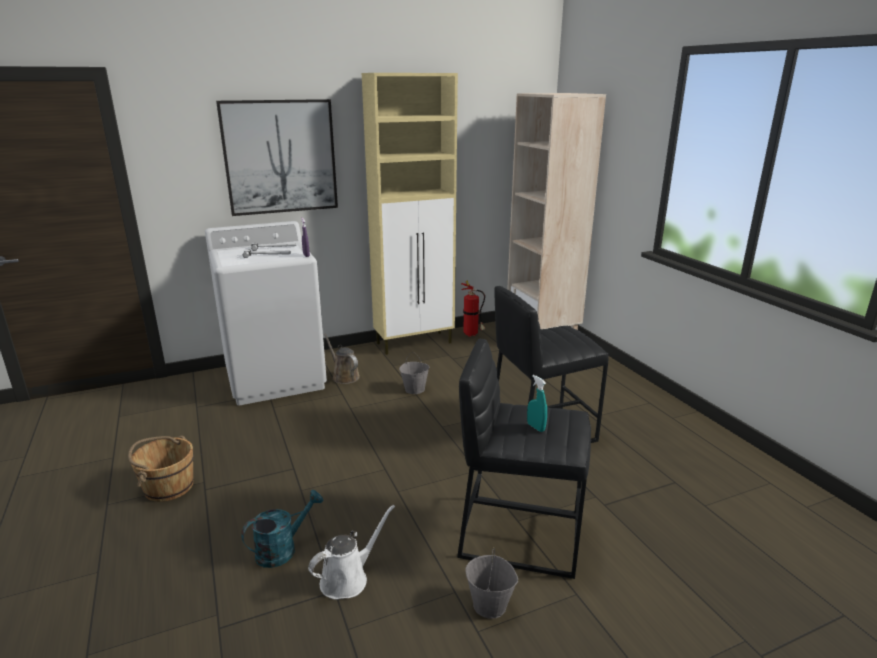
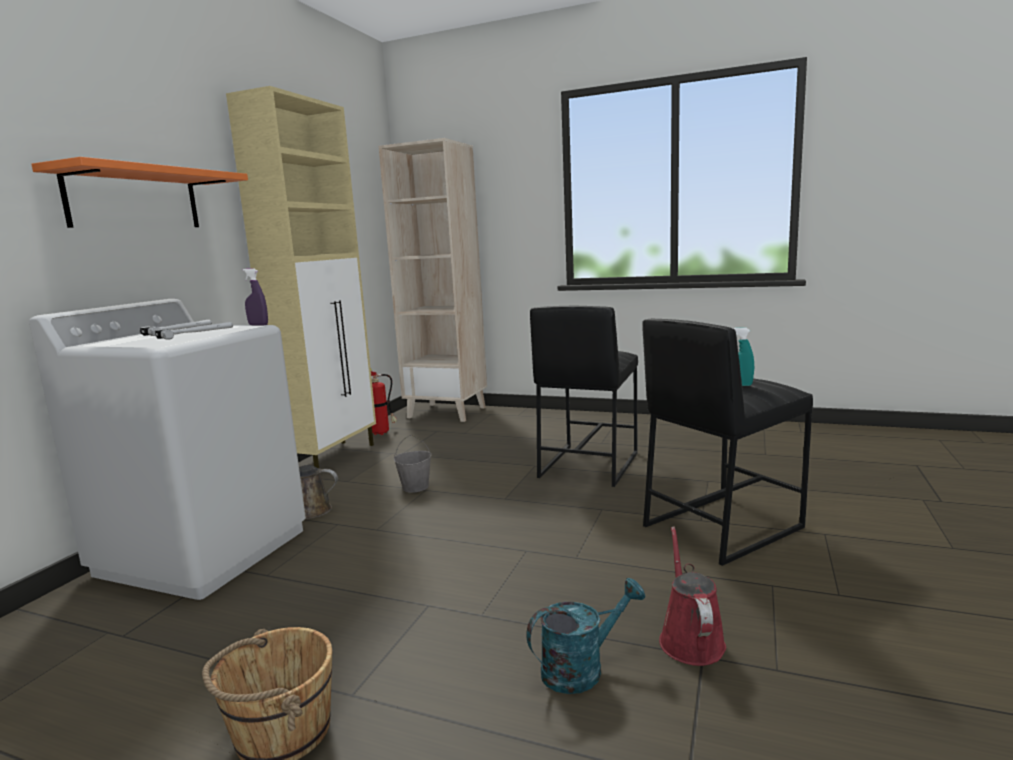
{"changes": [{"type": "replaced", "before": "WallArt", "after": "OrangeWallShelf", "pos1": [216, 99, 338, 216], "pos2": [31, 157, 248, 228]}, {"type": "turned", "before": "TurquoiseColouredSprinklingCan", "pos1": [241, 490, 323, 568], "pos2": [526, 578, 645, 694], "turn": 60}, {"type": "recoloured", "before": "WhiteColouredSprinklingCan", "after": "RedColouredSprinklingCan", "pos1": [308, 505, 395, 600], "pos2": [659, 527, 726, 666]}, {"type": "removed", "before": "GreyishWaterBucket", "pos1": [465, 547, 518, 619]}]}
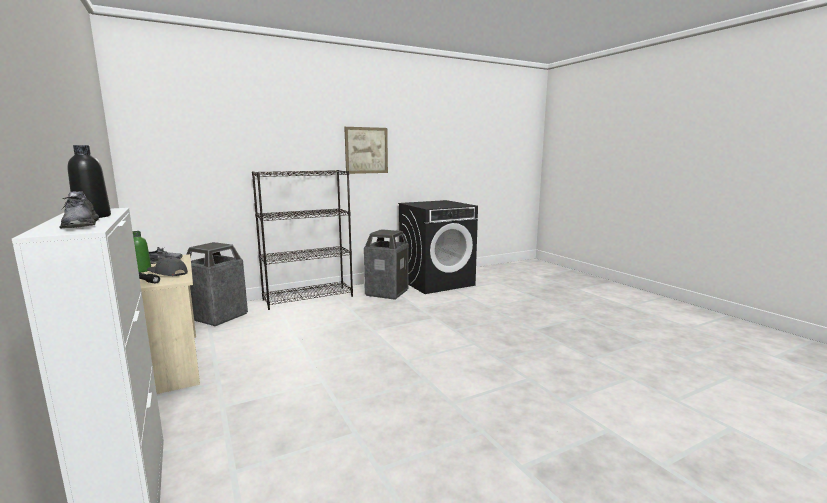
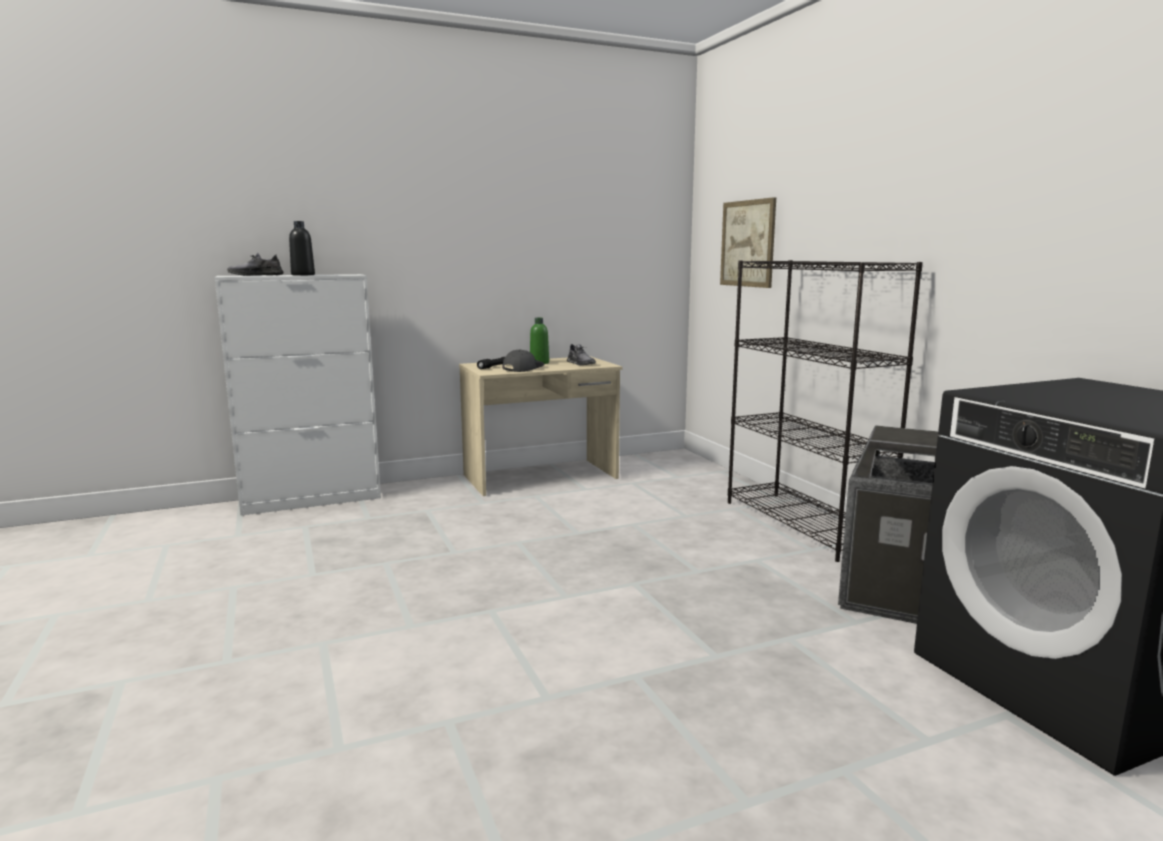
{"changes": [{"type": "removed", "before": "TrashCan", "pos1": [186, 242, 248, 326]}, {"type": "moved", "before": "WallArt", "pos1": [344, 127, 388, 174], "pos2": [720, 197, 776, 288]}]}
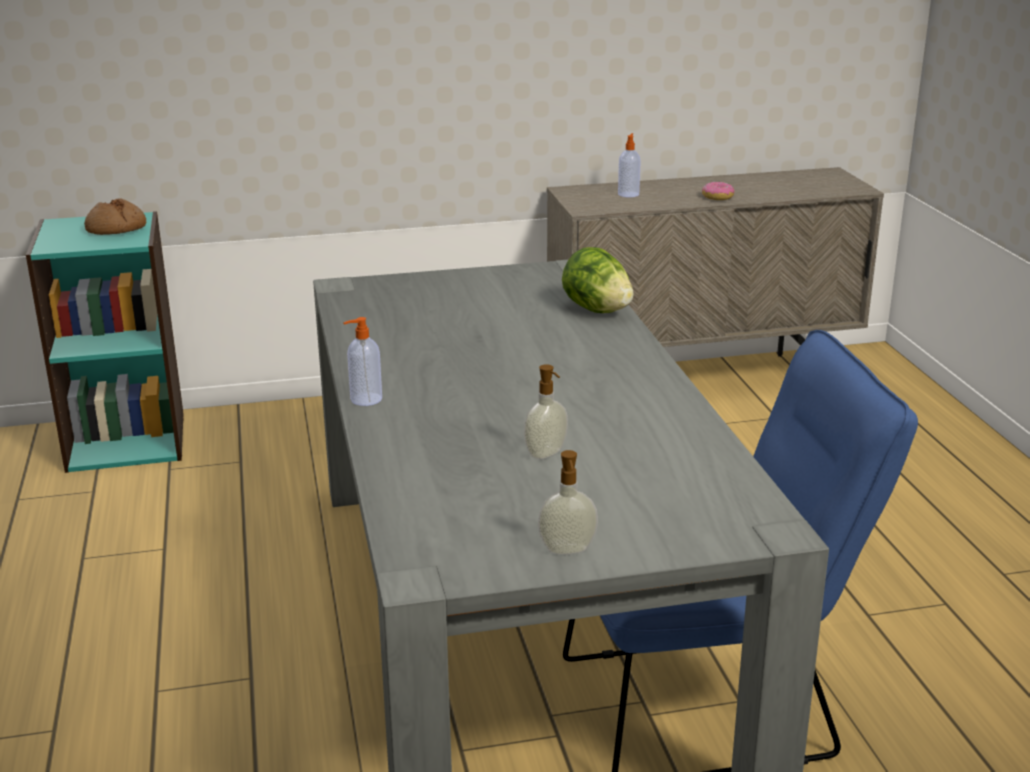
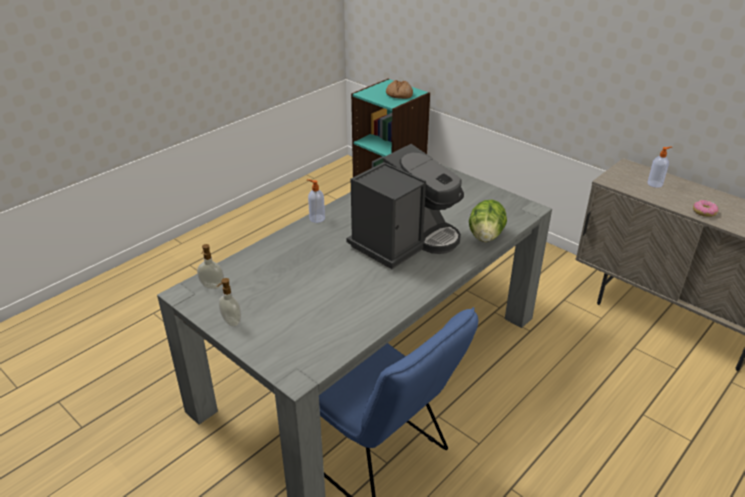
{"changes": [{"type": "moved", "before": "SoapDispenser", "pos1": [524, 364, 568, 459], "pos2": [197, 244, 224, 289]}, {"type": "added", "after": "CoffeeMaker", "pos2": [347, 144, 464, 269]}]}
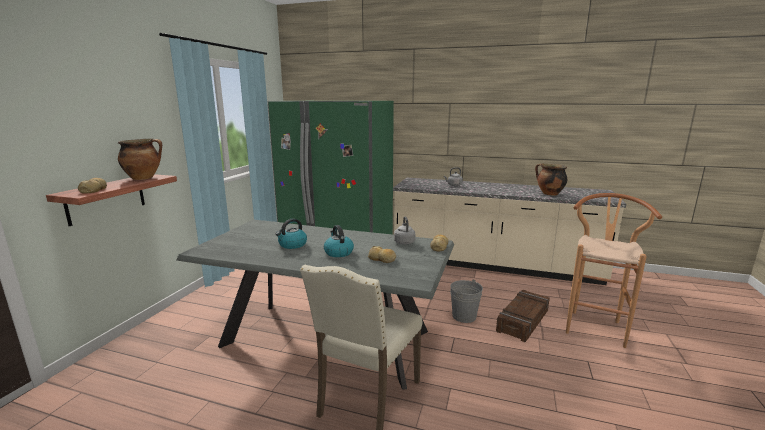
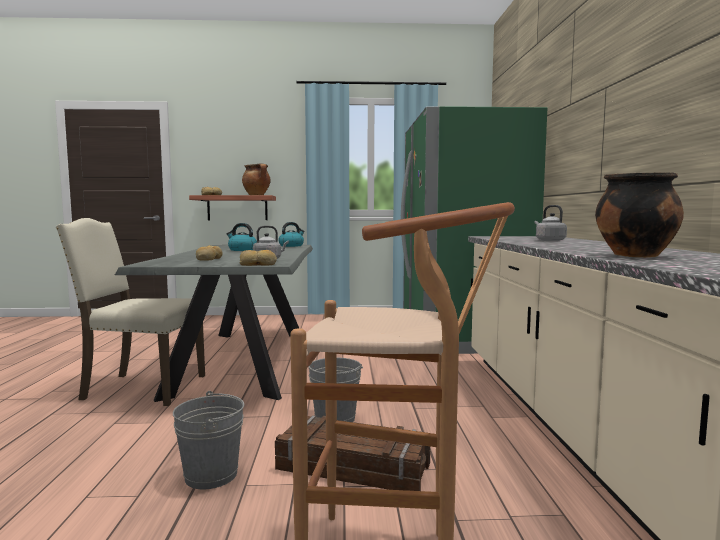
{"changes": [{"type": "moved", "before": "TeaKettle", "pos1": [324, 225, 354, 257], "pos2": [278, 222, 304, 247]}, {"type": "added", "after": "GreyishWaterBucket", "pos2": [173, 391, 244, 489]}]}
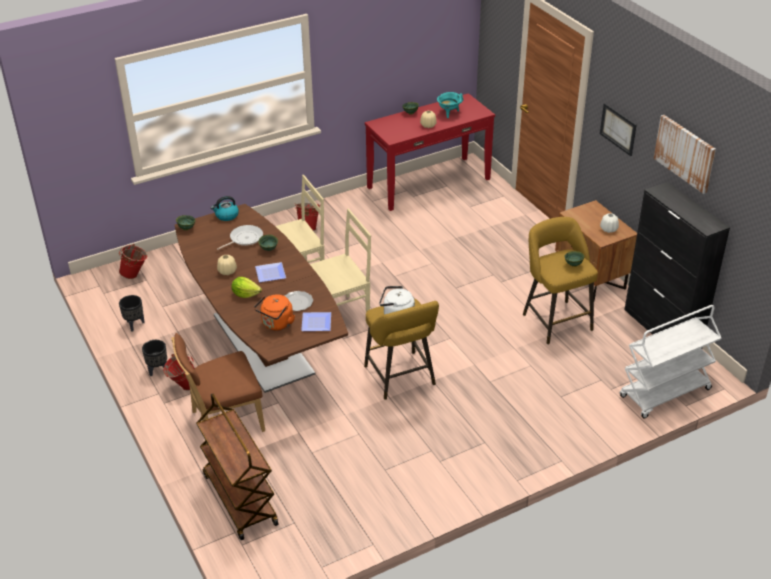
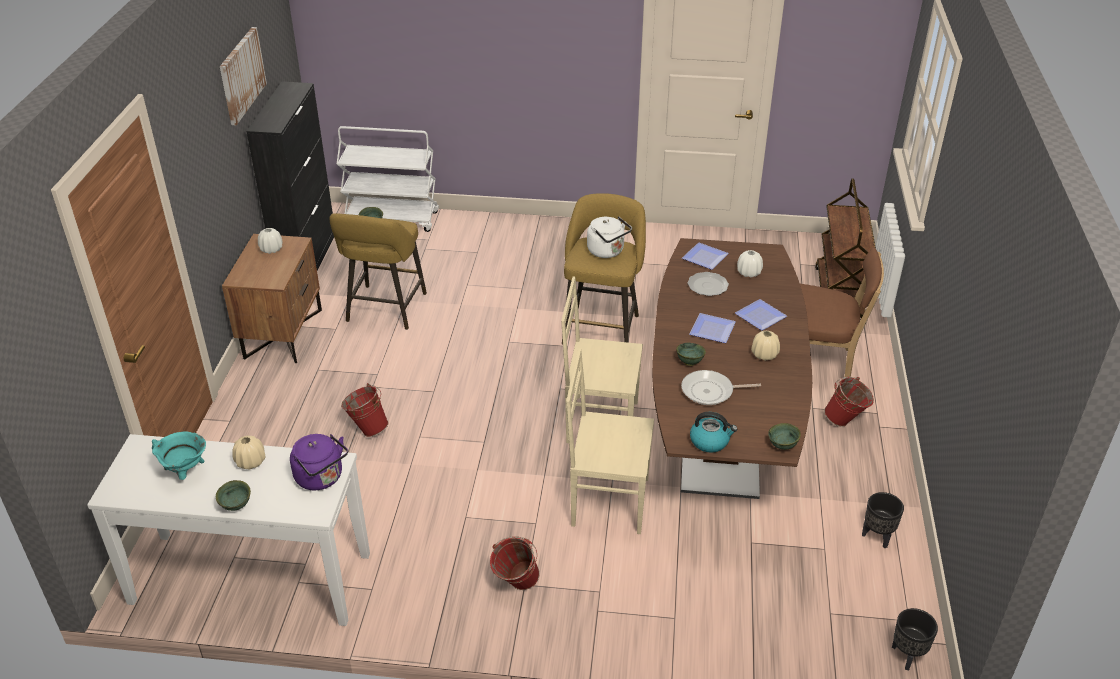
{"changes": [{"type": "moved", "before": "RedColouredWaterBucket", "pos1": [119, 244, 147, 279], "pos2": [341, 383, 389, 437]}, {"type": "moved", "before": "BlackColouredPlanter", "pos1": [142, 340, 167, 376], "pos2": [892, 608, 938, 670]}, {"type": "replaced", "before": "LettuceHead", "after": "FlatDish", "pos1": [231, 277, 262, 298], "pos2": [735, 299, 787, 331]}, {"type": "replaced", "before": "OrangeTeaKettle", "after": "WhiteColouredVase", "pos1": [254, 294, 295, 330], "pos2": [737, 250, 763, 278]}, {"type": "recoloured", "before": "RedColouredNarrowTable", "after": "WhiteColouredNarrowTable", "pos1": [365, 93, 495, 211], "pos2": [87, 434, 370, 626]}, {"type": "removed", "before": "WallArt", "pos1": [600, 103, 637, 156]}, {"type": "added", "after": "PurpleTeaKettle", "pos2": [290, 434, 348, 490]}]}
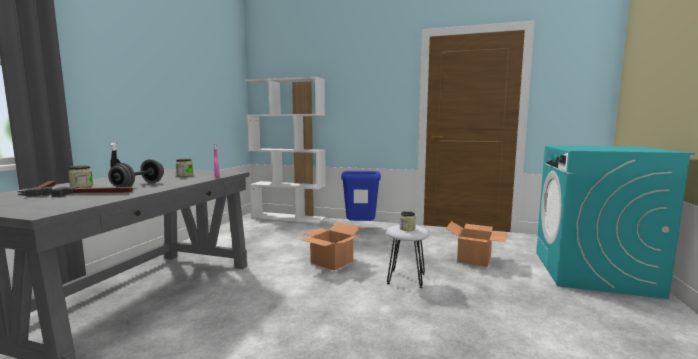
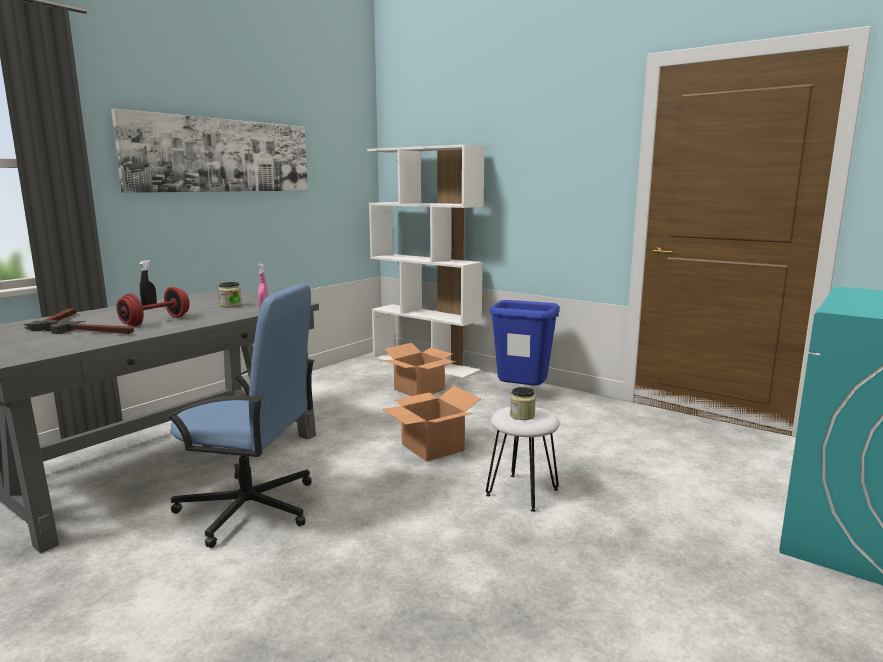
{"changes": [{"type": "removed", "before": "Jar", "pos1": [68, 166, 93, 188]}, {"type": "recoloured", "before": "GreyishFreeWeight", "after": "RedColouredFreeWeight", "pos1": [108, 159, 164, 187], "pos2": [116, 287, 190, 326]}, {"type": "moved", "before": "PackingBox", "pos1": [446, 221, 507, 267], "pos2": [384, 343, 457, 396]}, {"type": "added", "after": "WallArt", "pos2": [111, 109, 308, 193]}, {"type": "added", "after": "BluishDeskChair", "pos2": [166, 284, 315, 548]}]}
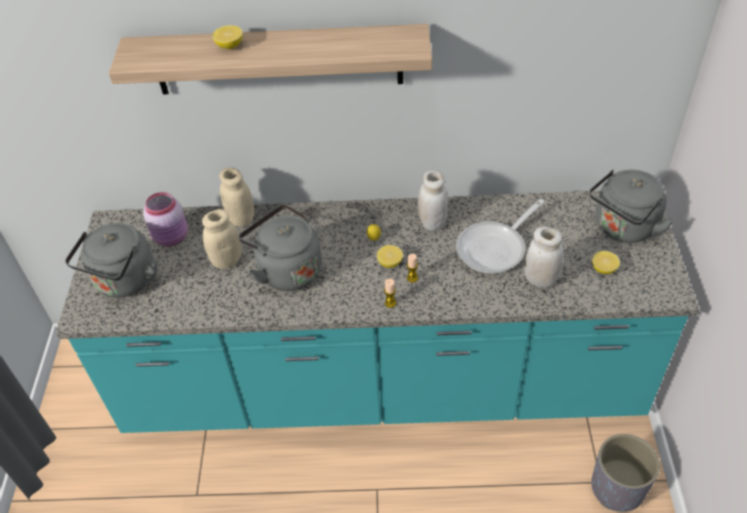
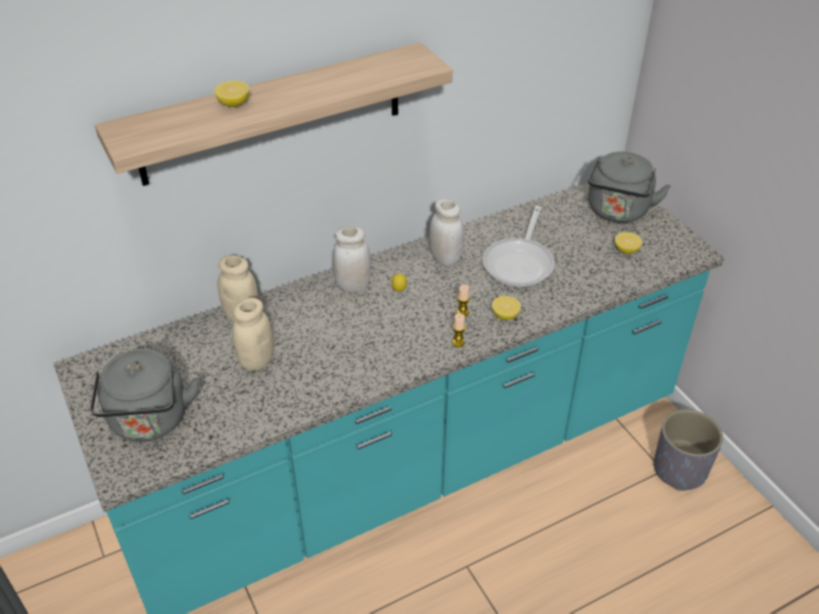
{"changes": [{"type": "removed", "before": "PinkColouredJar", "pos1": [143, 192, 188, 246]}, {"type": "removed", "before": "GreyishTeaKettle", "pos1": [239, 204, 322, 291]}, {"type": "moved", "before": "WholeLemon", "pos1": [377, 245, 403, 268], "pos2": [492, 296, 521, 320]}, {"type": "moved", "before": "WhiteColouredJar", "pos1": [524, 227, 564, 288], "pos2": [333, 226, 371, 293]}]}
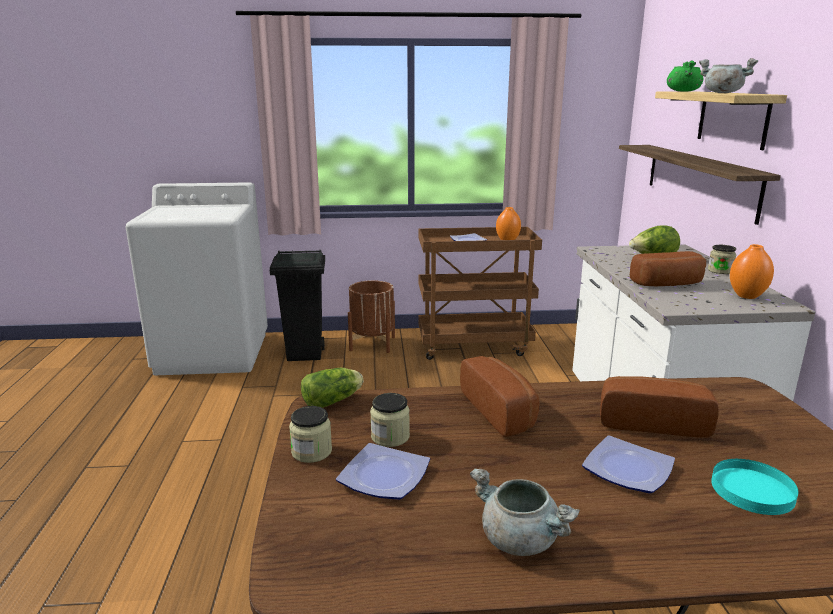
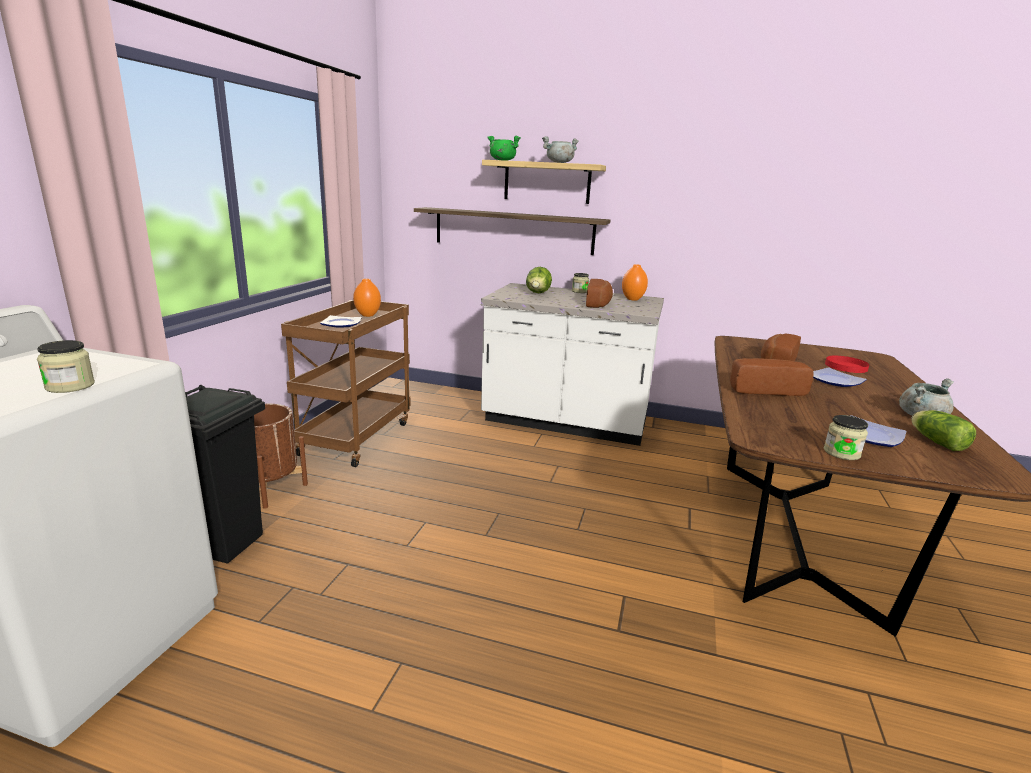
{"changes": [{"type": "moved", "before": "LettuceHead", "pos1": [301, 368, 363, 408], "pos2": [911, 410, 976, 451]}, {"type": "moved", "before": "Jar", "pos1": [370, 393, 410, 447], "pos2": [37, 340, 95, 393]}, {"type": "recoloured", "before": "TurquoiseColouredFlatDish", "after": "RedColouredFlatDish", "pos1": [711, 459, 799, 515], "pos2": [825, 356, 869, 373]}]}
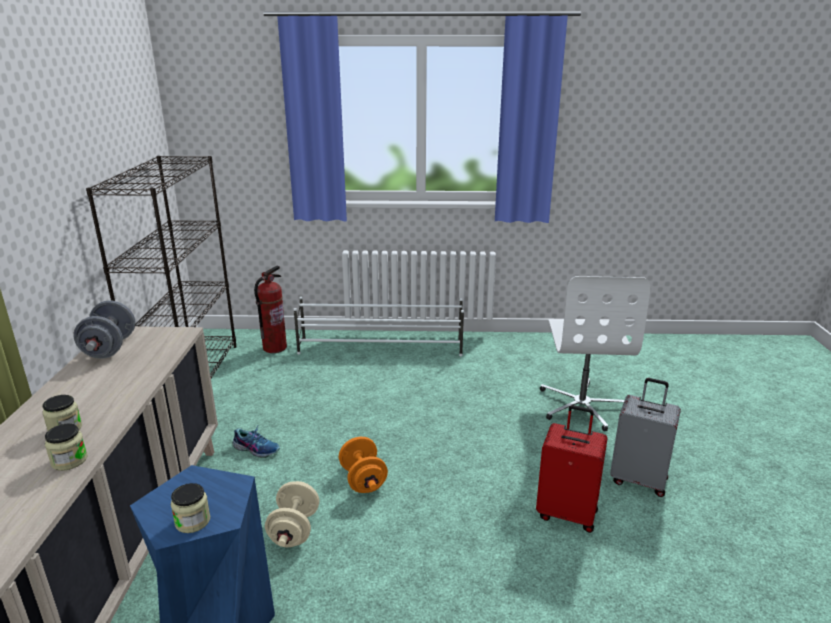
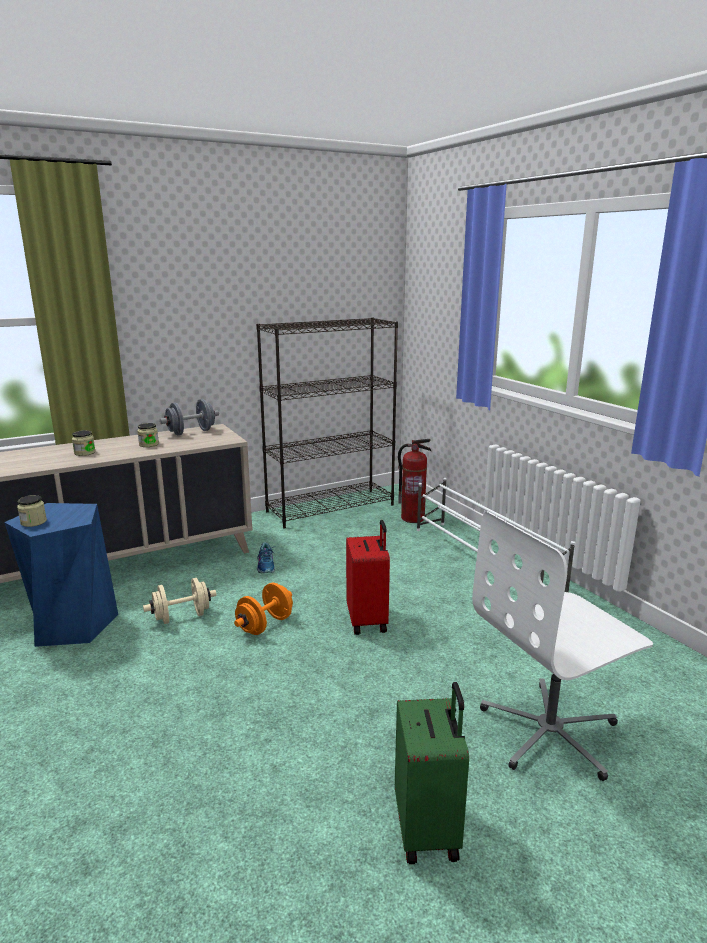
{"changes": [{"type": "moved", "before": "Jar", "pos1": [45, 423, 87, 471], "pos2": [137, 423, 159, 447]}, {"type": "moved", "before": "RedColouredSuitcase", "pos1": [536, 405, 608, 533], "pos2": [346, 520, 390, 635]}, {"type": "recoloured", "before": "GreyishSuitcase", "after": "GreenSuitcase", "pos1": [610, 378, 681, 497], "pos2": [395, 682, 469, 864]}]}
